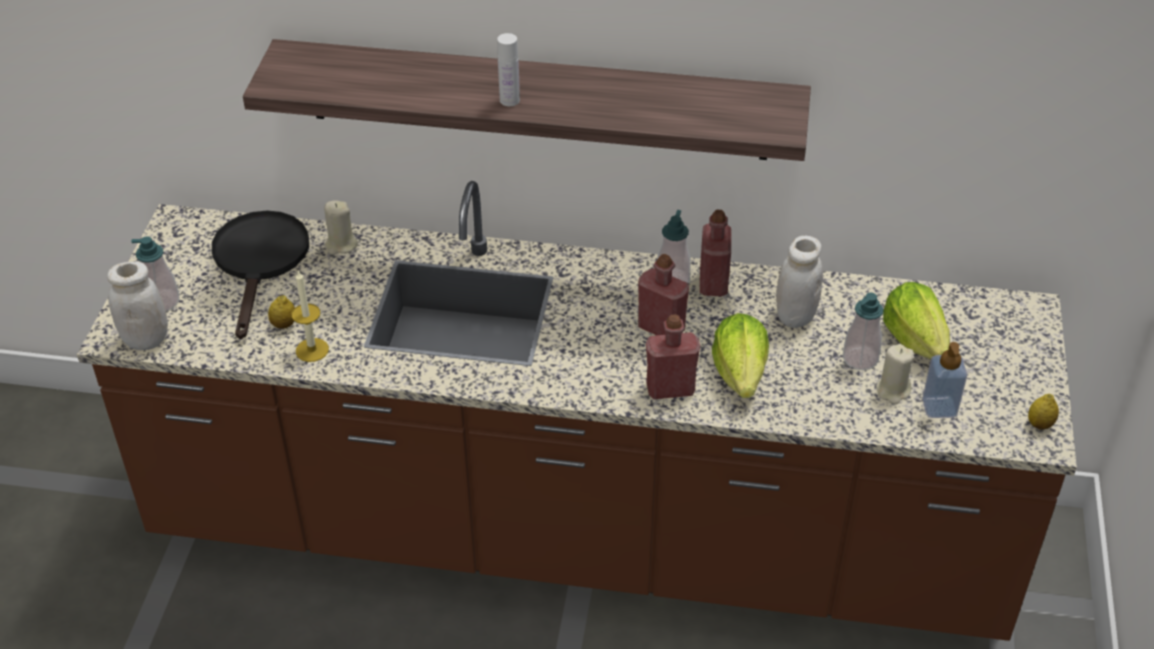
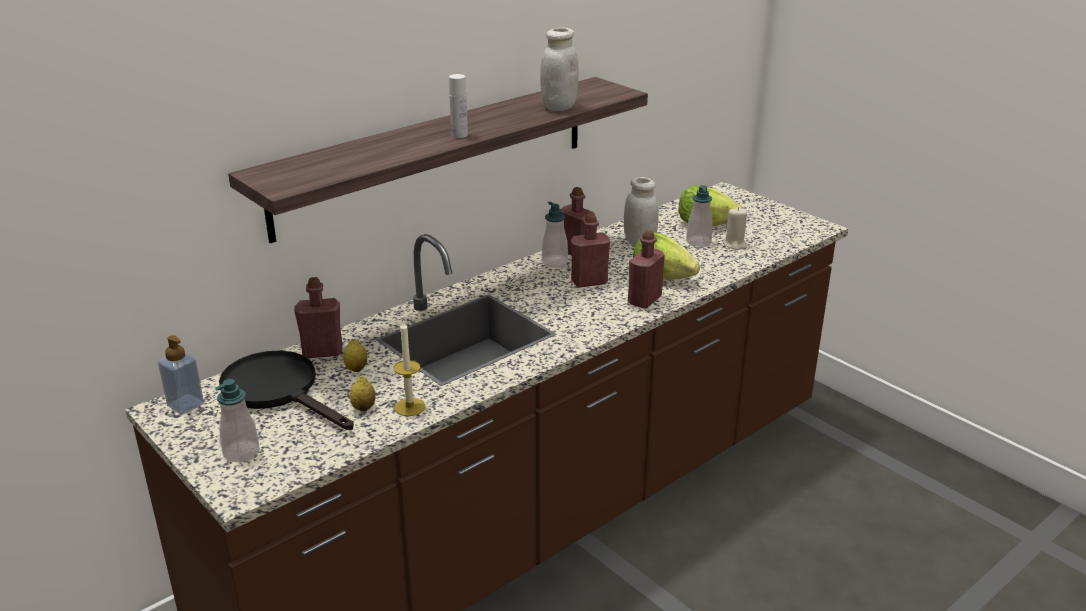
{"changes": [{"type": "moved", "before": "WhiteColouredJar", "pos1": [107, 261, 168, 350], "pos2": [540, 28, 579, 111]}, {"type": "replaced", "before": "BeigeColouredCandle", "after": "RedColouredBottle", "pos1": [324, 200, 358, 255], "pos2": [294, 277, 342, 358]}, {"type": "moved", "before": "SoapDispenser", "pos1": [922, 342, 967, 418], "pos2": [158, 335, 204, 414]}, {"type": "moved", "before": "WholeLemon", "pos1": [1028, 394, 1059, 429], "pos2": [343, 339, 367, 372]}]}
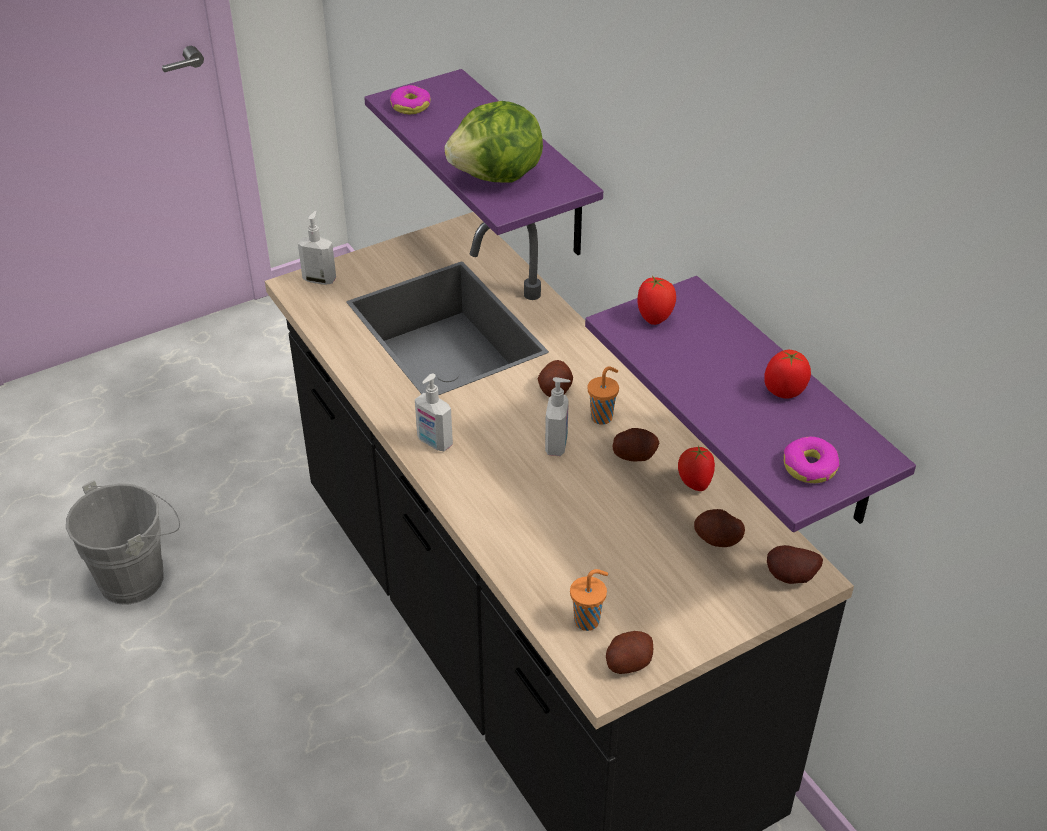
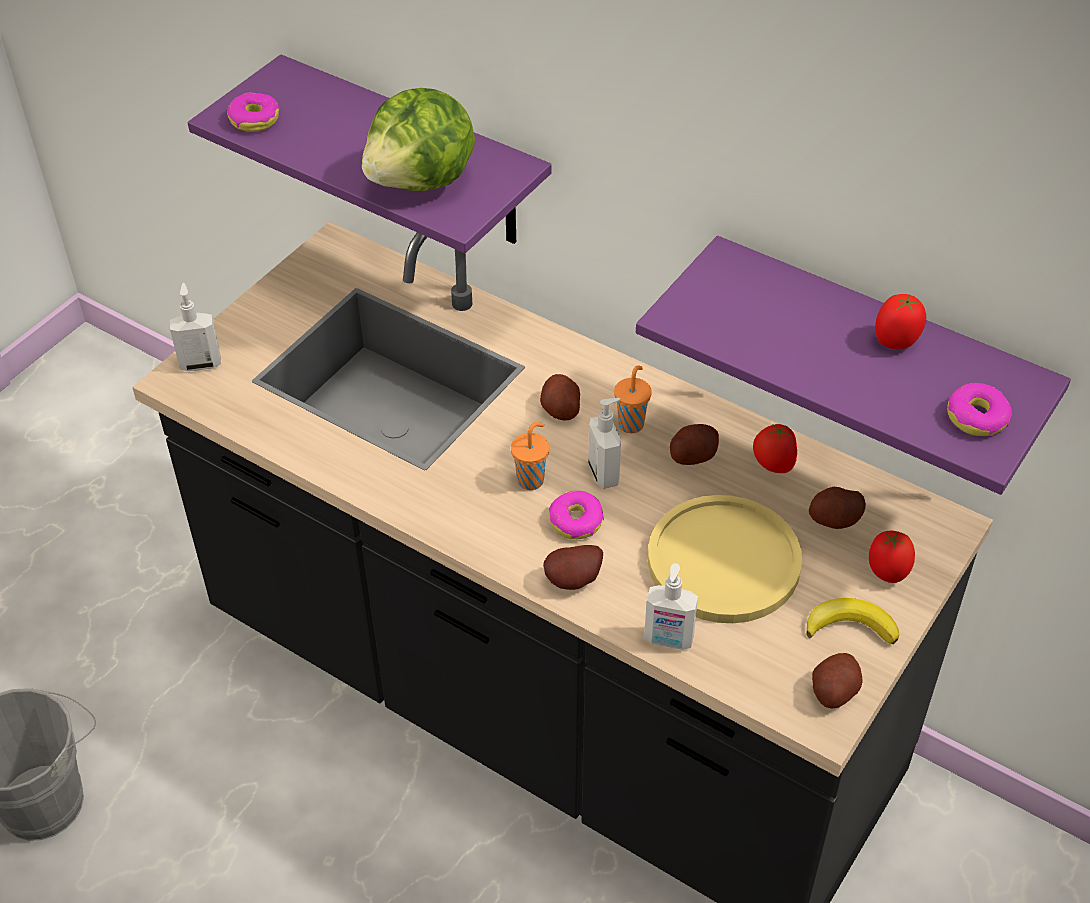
{"changes": [{"type": "moved", "before": "SoapDispenser", "pos1": [415, 373, 453, 451], "pos2": [644, 563, 698, 650]}, {"type": "moved", "before": "OrangeDrinkingCup", "pos1": [570, 569, 608, 631], "pos2": [511, 422, 549, 490]}, {"type": "moved", "before": "FreshTomato", "pos1": [637, 276, 676, 325], "pos2": [869, 531, 915, 583]}, {"type": "moved", "before": "WholePotato", "pos1": [767, 545, 823, 584], "pos2": [543, 545, 603, 590]}, {"type": "added", "after": "Donut", "pos2": [549, 491, 604, 539]}, {"type": "added", "after": "YellowFlatDish", "pos2": [648, 495, 802, 623]}, {"type": "added", "after": "BananaFruit", "pos2": [806, 598, 899, 644]}]}
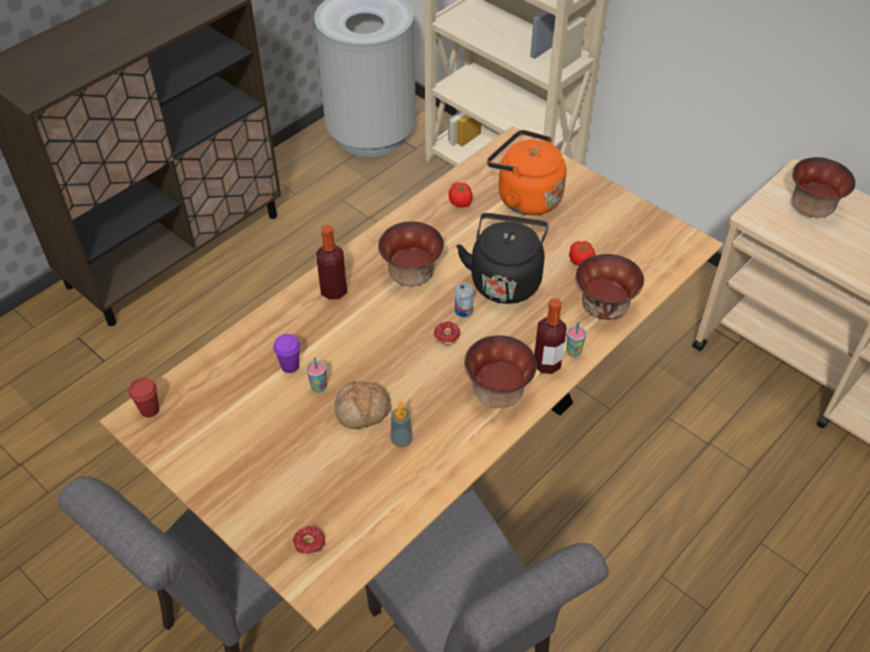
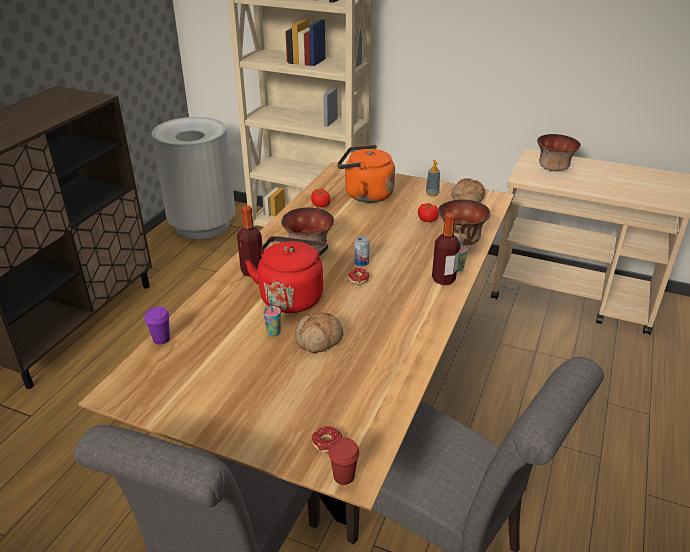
{"changes": [{"type": "moved", "before": "RedColouredDrinkingCup", "pos1": [129, 377, 159, 417], "pos2": [328, 437, 360, 485]}, {"type": "moved", "before": "PurpleDrinkingCup", "pos1": [273, 334, 300, 373], "pos2": [144, 307, 170, 345]}, {"type": "moved", "before": "SoapDispenser", "pos1": [391, 401, 413, 448], "pos2": [426, 160, 440, 197]}, {"type": "removed", "before": "BlackColouredTeaKettle", "pos1": [457, 213, 549, 304]}, {"type": "removed", "before": "ServingBowl", "pos1": [464, 335, 537, 408]}, {"type": "added", "after": "RedColouredTeaKettle", "pos2": [245, 236, 328, 313]}, {"type": "added", "after": "Bread", "pos2": [452, 178, 485, 203]}]}
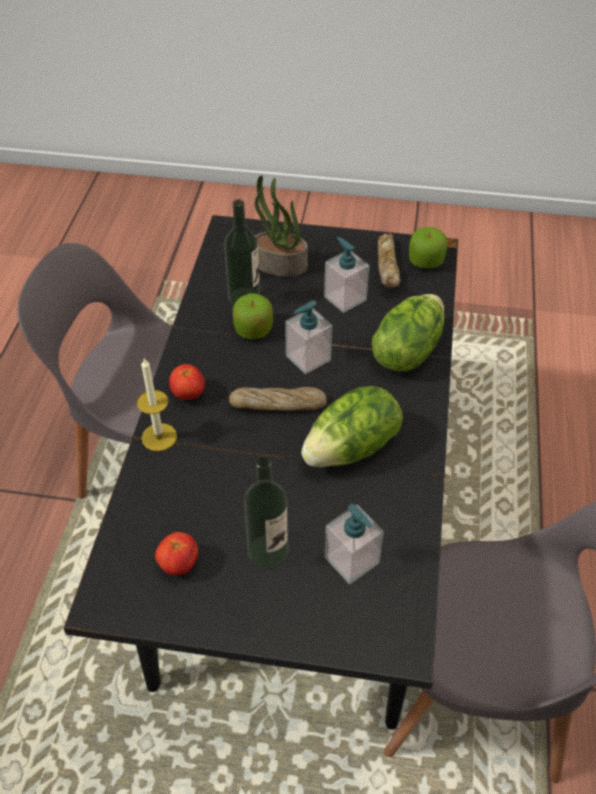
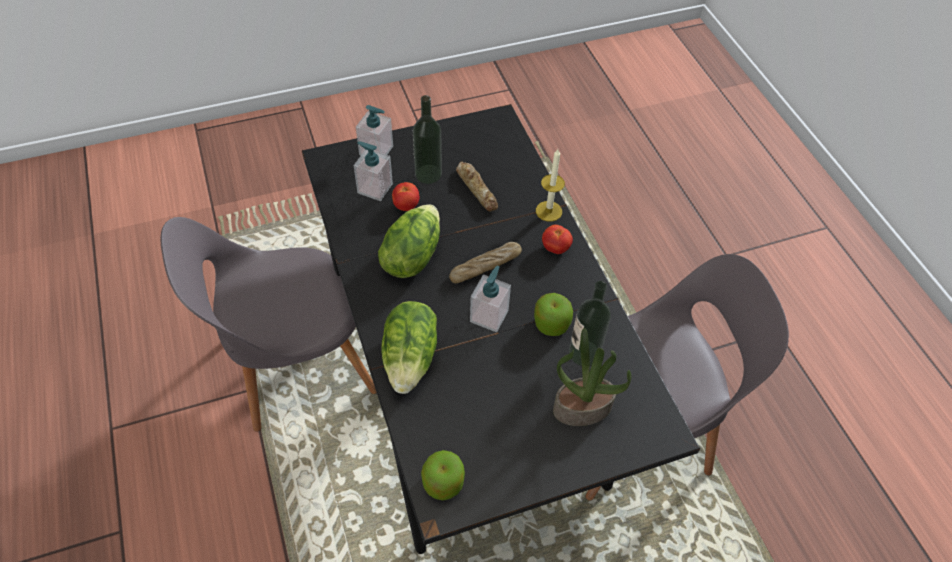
{"changes": [{"type": "moved", "before": "FreshTomato", "pos1": [155, 532, 198, 576], "pos2": [392, 182, 419, 211]}, {"type": "moved", "before": "SoapDispenser", "pos1": [324, 237, 369, 313], "pos2": [356, 105, 393, 155]}, {"type": "moved", "before": "Bread", "pos1": [378, 233, 400, 288], "pos2": [456, 161, 498, 212]}]}
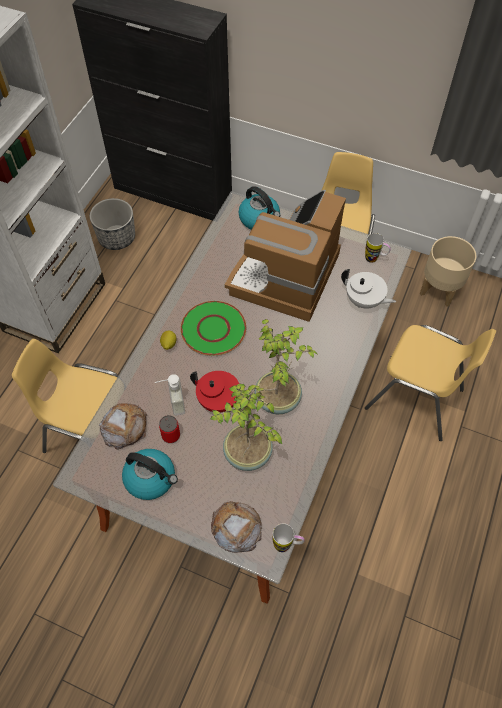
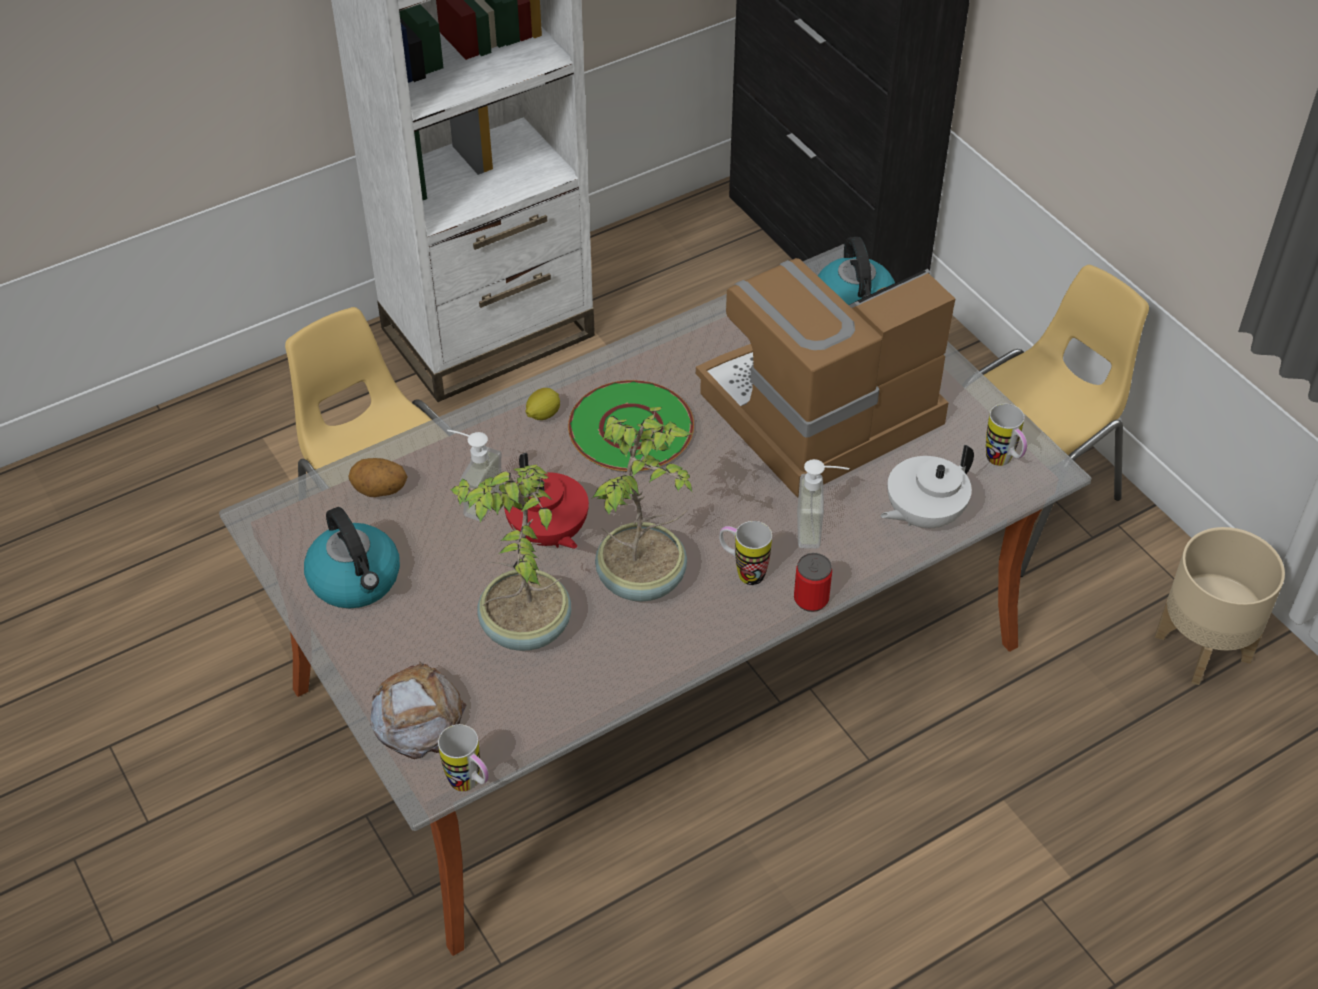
{"changes": [{"type": "removed", "before": "Planter", "pos1": [90, 198, 135, 250]}, {"type": "replaced", "before": "Bread", "after": "WholePotato", "pos1": [99, 403, 147, 450], "pos2": [349, 458, 407, 497]}, {"type": "moved", "before": "Can", "pos1": [159, 415, 180, 443], "pos2": [794, 553, 832, 612]}, {"type": "turned", "before": "WhiteColouredPotForTea", "pos1": [341, 269, 396, 309], "pos2": [881, 445, 974, 528], "turn": 75}, {"type": "removed", "before": "YellowChair", "pos1": [365, 325, 496, 441]}, {"type": "added", "after": "TeaMug", "pos2": [719, 521, 772, 585]}, {"type": "added", "after": "SoapDispenser", "pos2": [797, 459, 849, 549]}]}
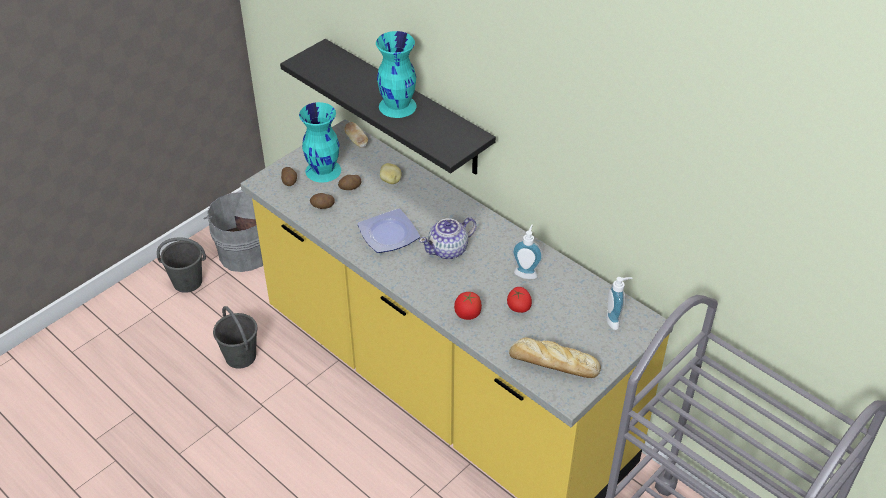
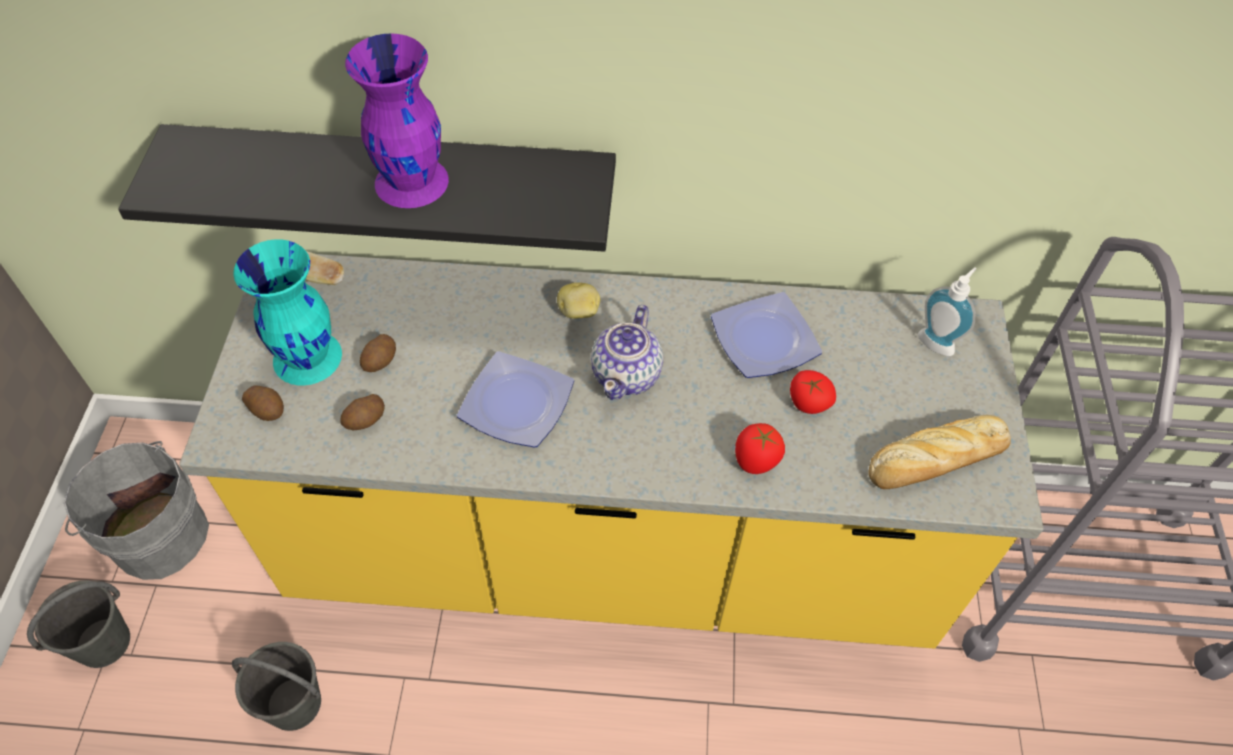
{"changes": [{"type": "recoloured", "before": "TurquoiseColouredVase", "after": "PurpleVase", "pos1": [376, 31, 417, 118], "pos2": [345, 33, 449, 208]}, {"type": "moved", "before": "WholePotato", "pos1": [380, 163, 402, 184], "pos2": [557, 282, 600, 319]}, {"type": "replaced", "before": "SoapDispenser", "after": "FlatDish", "pos1": [512, 225, 543, 279], "pos2": [711, 292, 822, 378]}]}
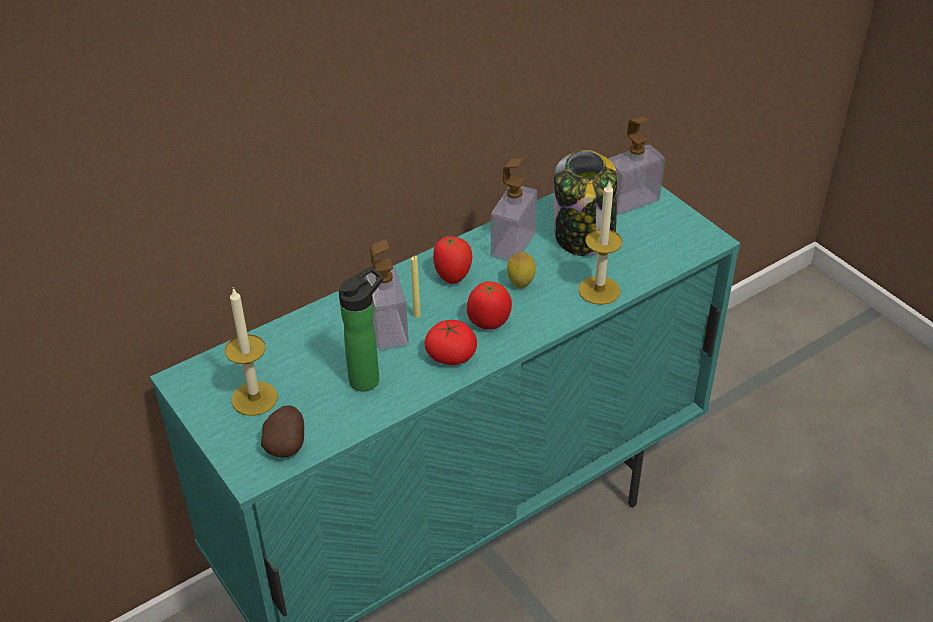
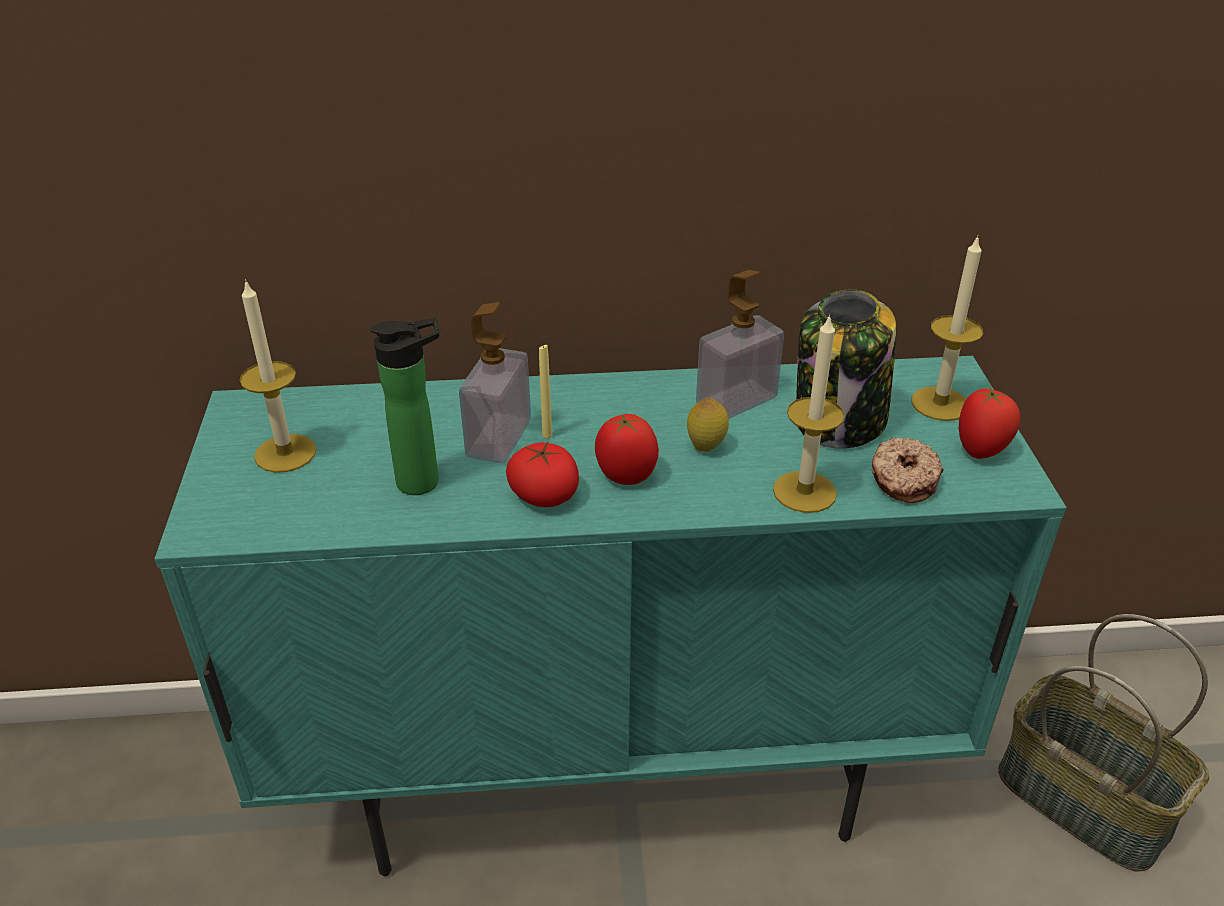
{"changes": [{"type": "removed", "before": "WholePotato", "pos1": [261, 405, 304, 458]}, {"type": "moved", "before": "FreshTomato", "pos1": [433, 235, 472, 284], "pos2": [959, 386, 1020, 459]}, {"type": "replaced", "before": "SoapDispenser", "after": "Candle", "pos1": [608, 116, 665, 215], "pos2": [911, 236, 983, 421]}, {"type": "added", "after": "Donut", "pos2": [872, 437, 944, 503]}, {"type": "added", "after": "HouseholdBasket", "pos2": [998, 614, 1209, 872]}]}
